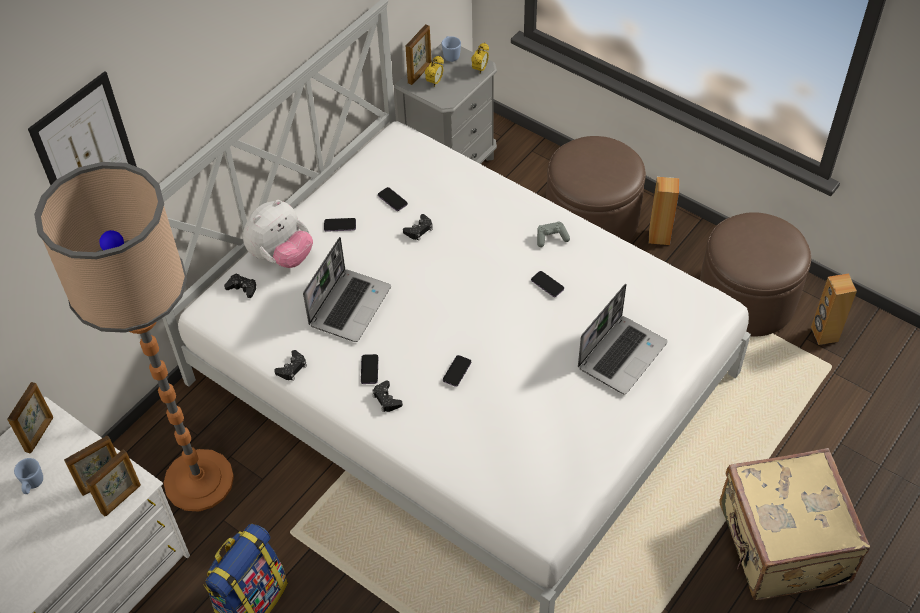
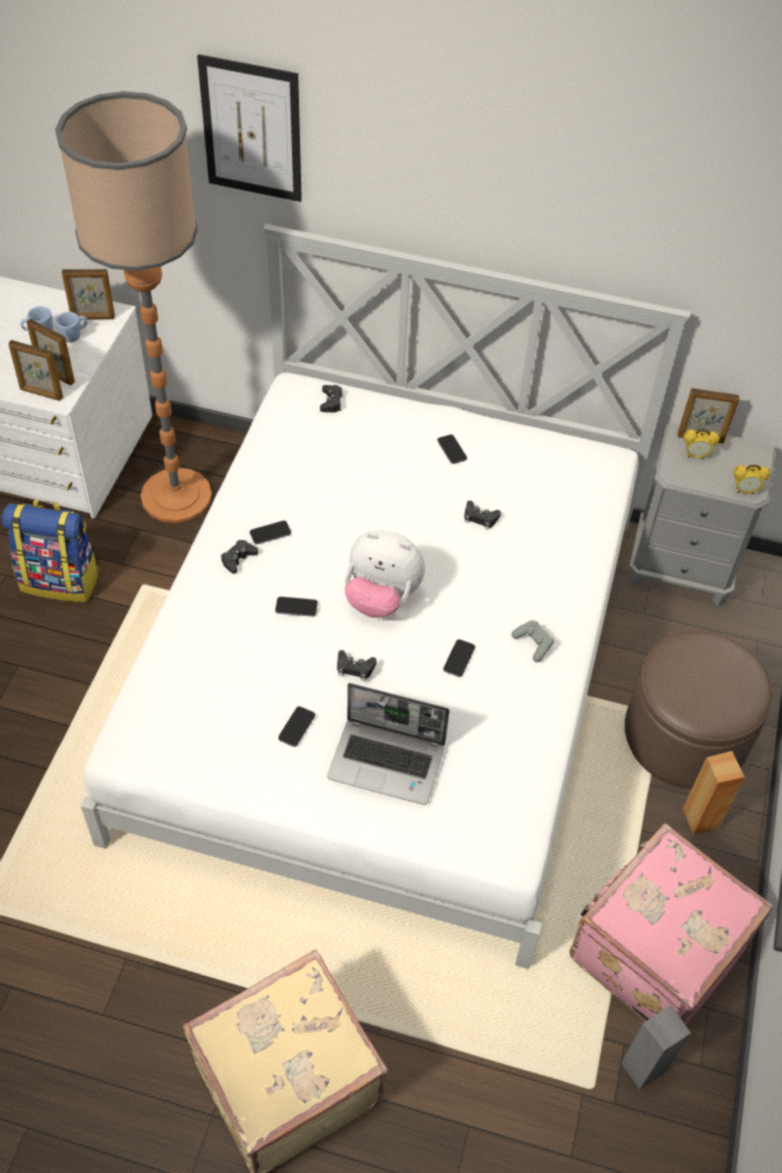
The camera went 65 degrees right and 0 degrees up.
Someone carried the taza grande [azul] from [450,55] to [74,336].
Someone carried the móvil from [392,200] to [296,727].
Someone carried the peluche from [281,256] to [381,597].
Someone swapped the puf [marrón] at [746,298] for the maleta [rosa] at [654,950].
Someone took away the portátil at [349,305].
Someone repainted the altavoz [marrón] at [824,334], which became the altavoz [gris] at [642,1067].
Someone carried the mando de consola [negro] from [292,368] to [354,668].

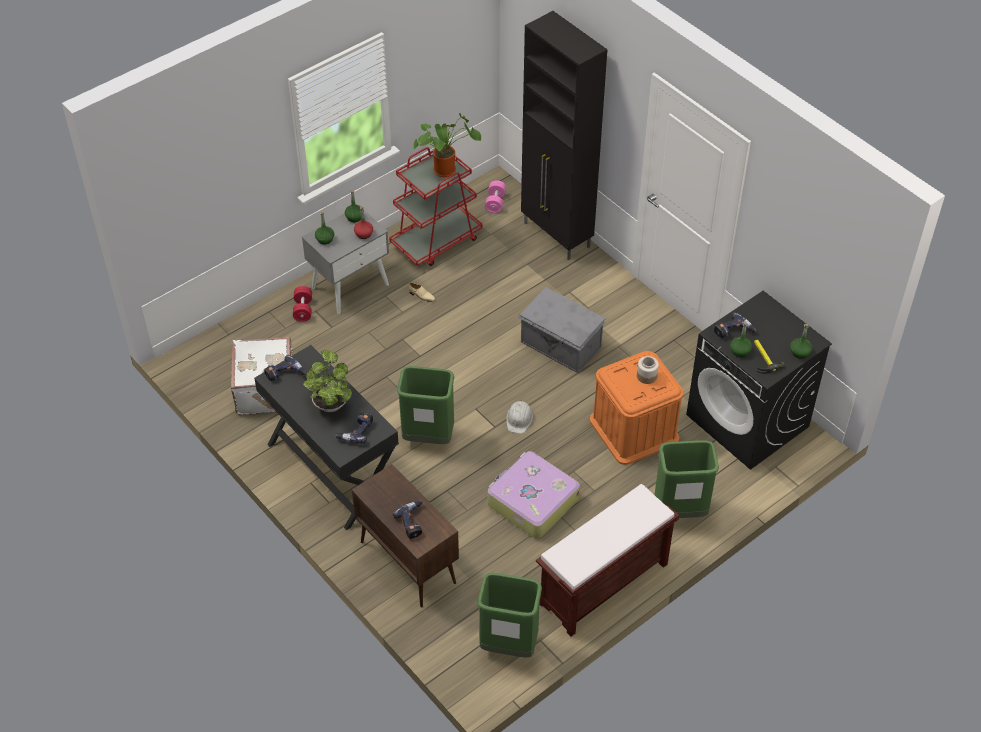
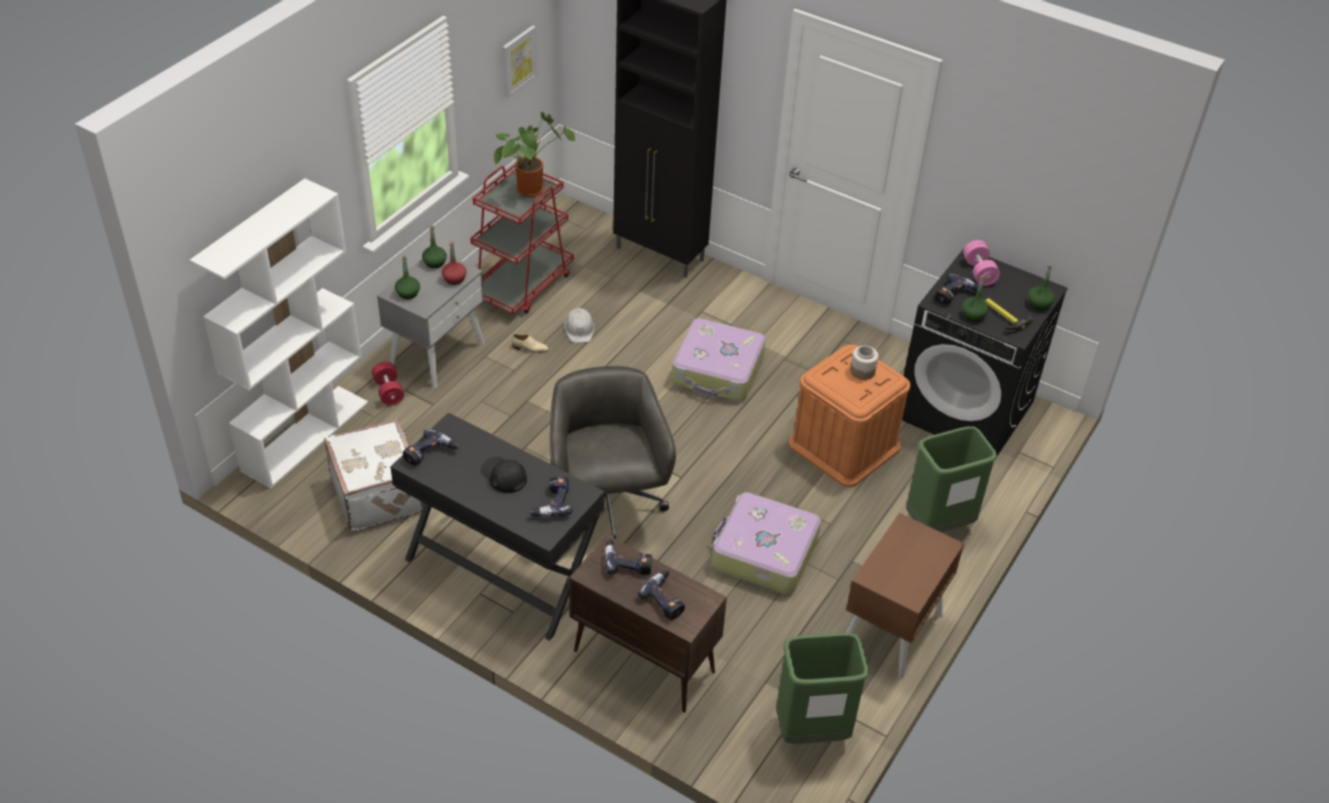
The camera went 20 degrees left and 5 degrees down.
Someone carried the mancuerna [rosa] from [495,203] to [979,272].
Someone swapped the caja de almacenaje [gris] at [560,345] for the maleta at [718,371].
Someone swapped the planta en maceta at [330,402] for the gorra [negro] at [503,475].
Someone swapped the papelera [verde] at [428,437] for the silla de oficina [gris] at [606,506].
Someone carried the casco [blanco] from [519,419] to [579,329].
Someone swapped the banco [marrón] at [603,585] for the mesita de noche [marrón] at [891,631].
Someone put up the cuadro at [518,61].
Someone put down the estantería [blanco] at [305,435].
Someone put down the taladro at [627,562].

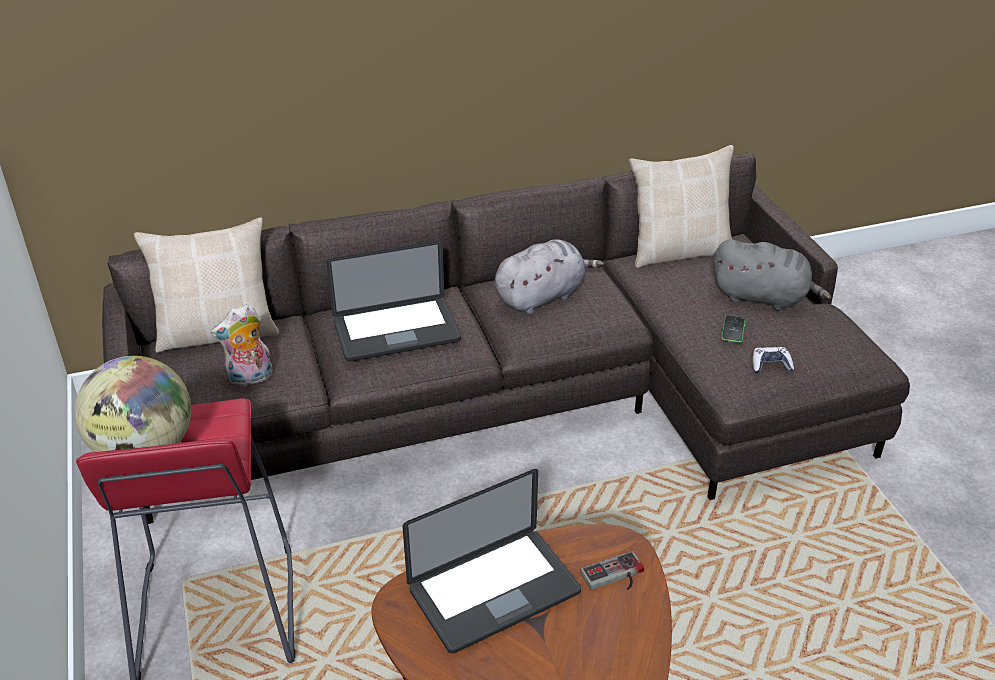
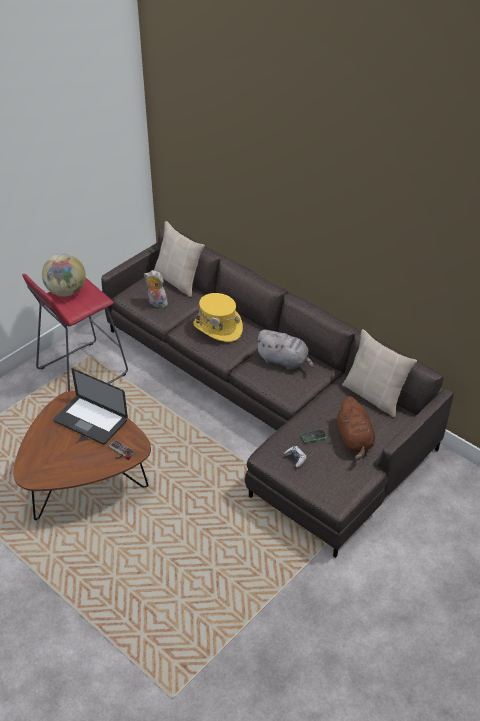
The camera went 60 degrees right and 5 degrees up.
Someone repainted the peluche [gris] at [763,298], which became the peluche [marrón] at [354,440].
Someone swapped the portátil at [396,331] for the sombrero [amarillo] at [218,327].

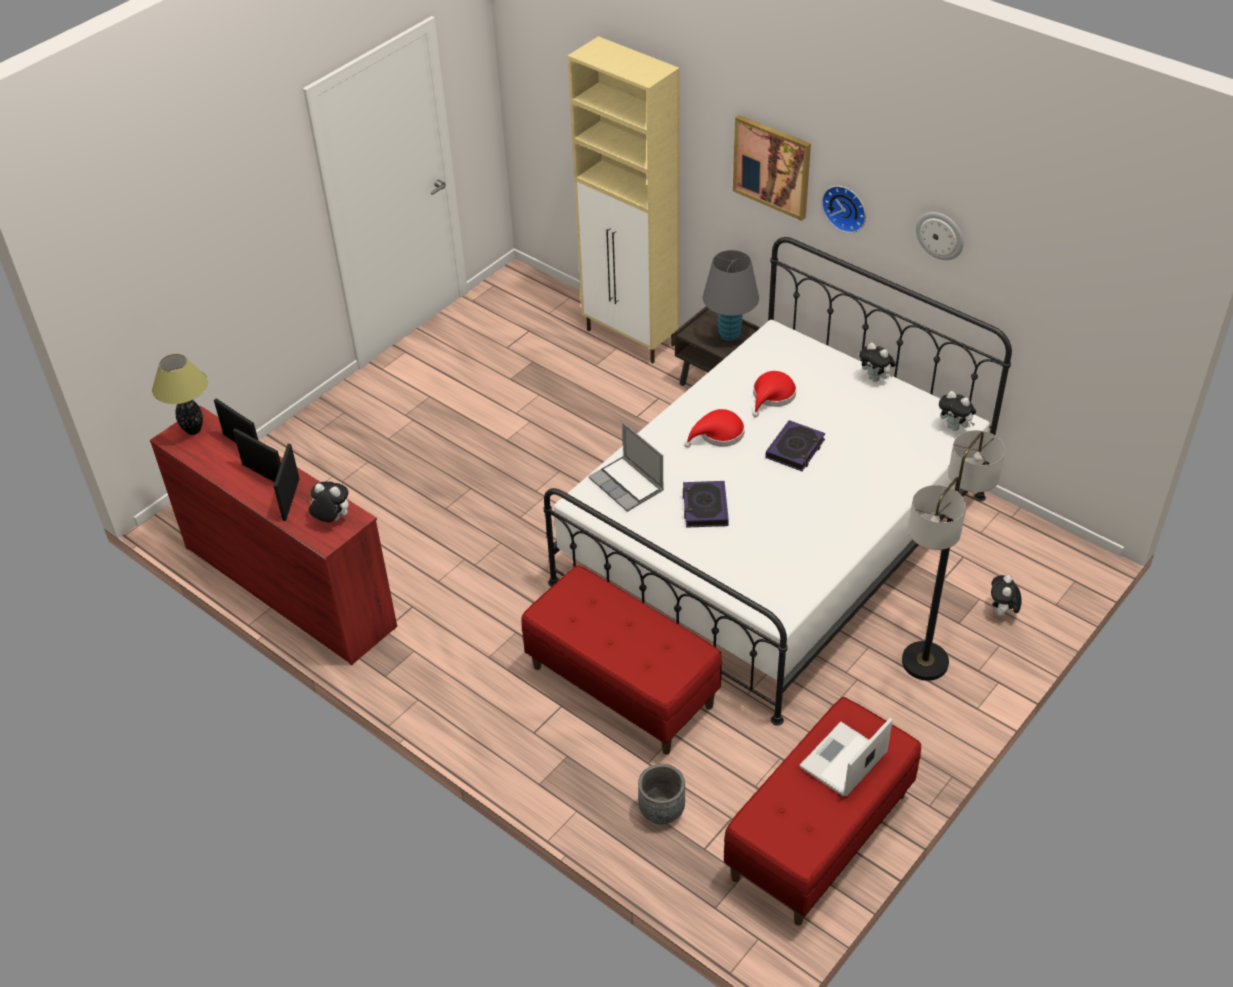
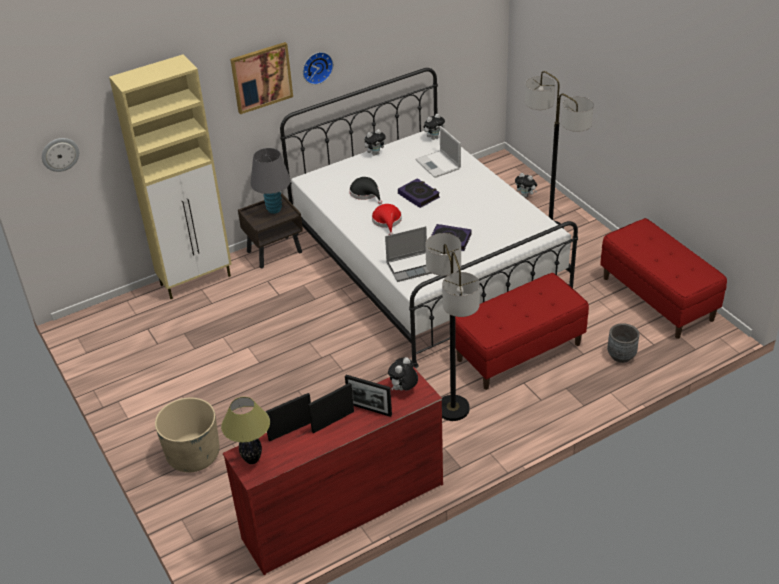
The camera went 70 degrees left and 5 degrees down.
Someone carried the reloj de pared from [940,235] to [60,154].
Someone repainted the sombrero [rojo] at [772,396], which became the sombrero [negro] at [366,193].
Someone carried the portátil from [842,761] to [438,165].
Someone put down the lámpara de pie at [453,408].
Someone put down the maceta [beis] at [193,455].

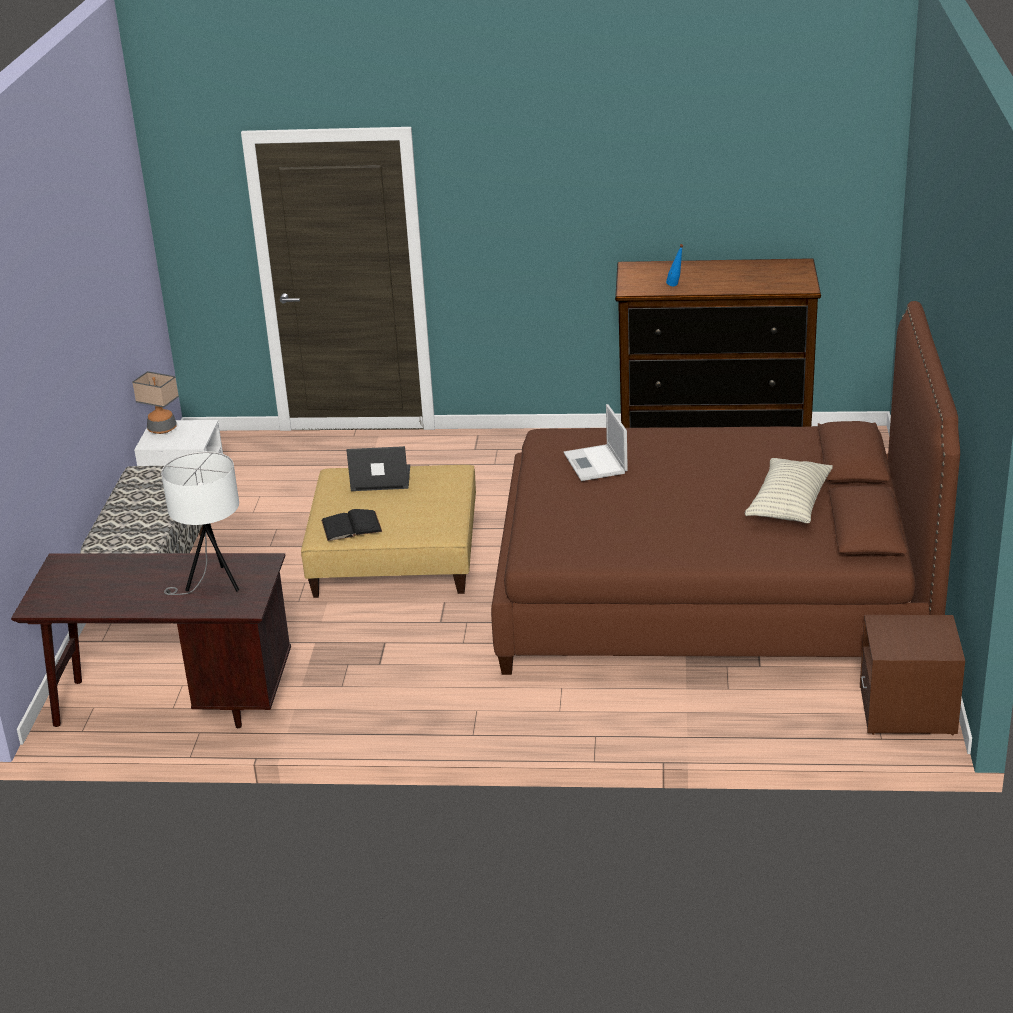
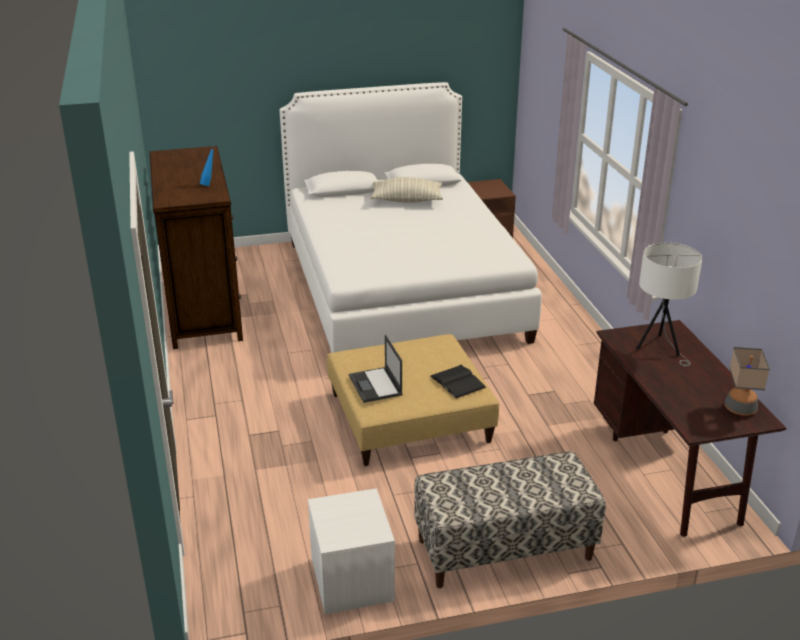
The camera went 110 degrees left and 0 degrees up.
Someone repainted the cama [marrón] at [713,592], which became the cama [blanco] at [401,289].
Someone carried the lámpara de mesa from [162,429] to [740,408].
Someone took away the portátil at [596,464].

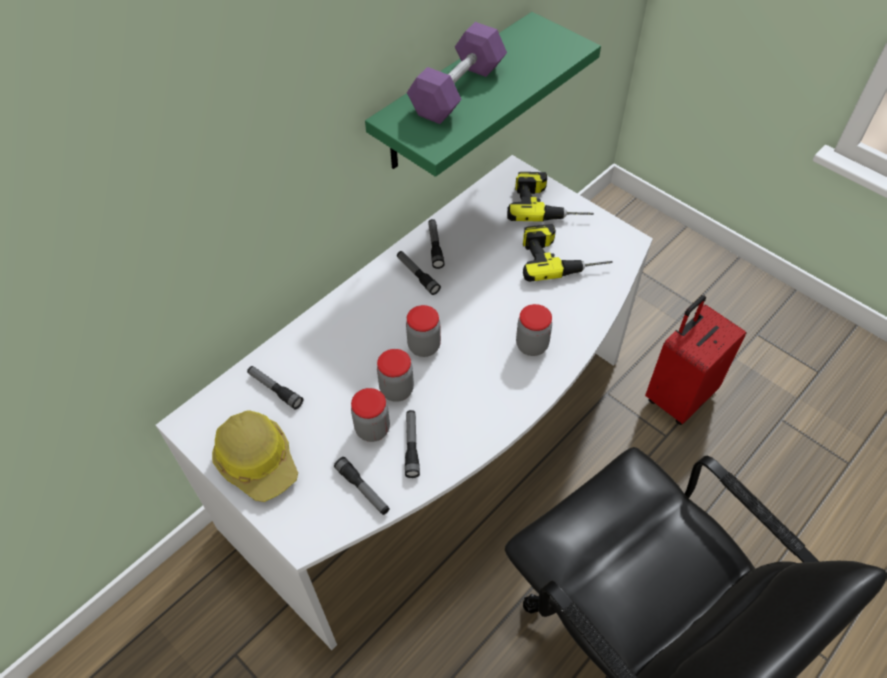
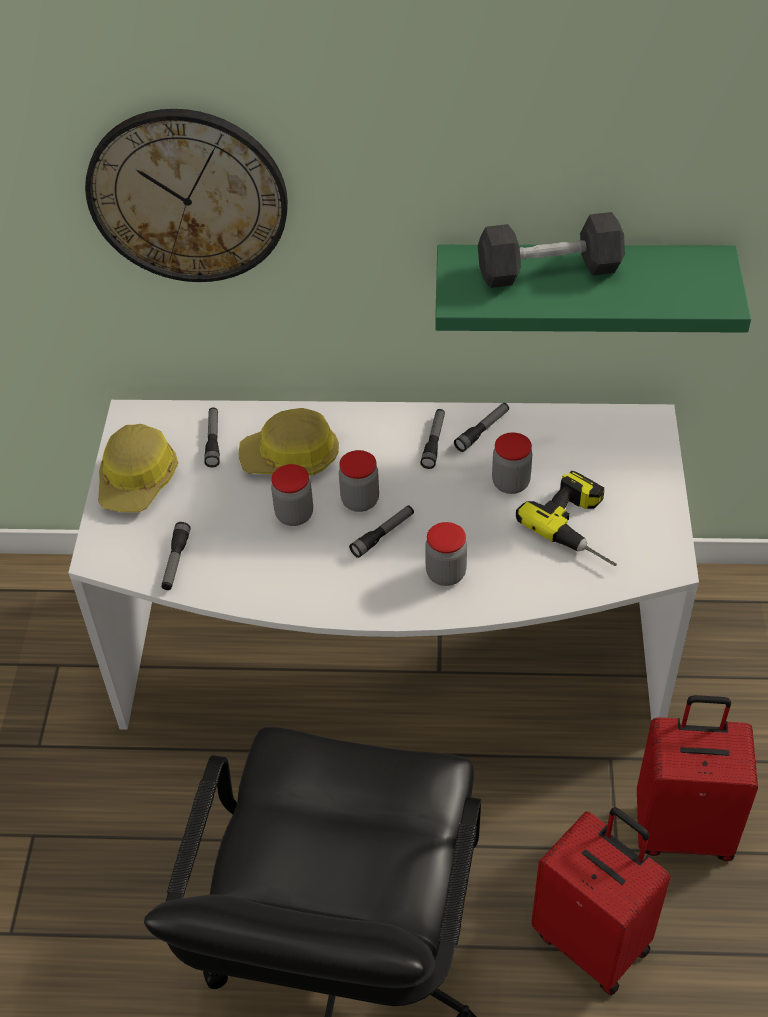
The camera went 50 degrees right and 5 degrees down.
Someone repainted the mancuerna [morado] at [457,90], which became the mancuerna [negro] at [549,270].
Someone took away the taladro at [549,203].
Someone carried the tarro from [372,429] to [510,483].
Someone carried the linterna from [411,446] to [383,535].
Someone put up the reloj de pared at [187,196].
Someone put down the casco at [291,458].
Someone put down the maleta [rojo] at [593,940].

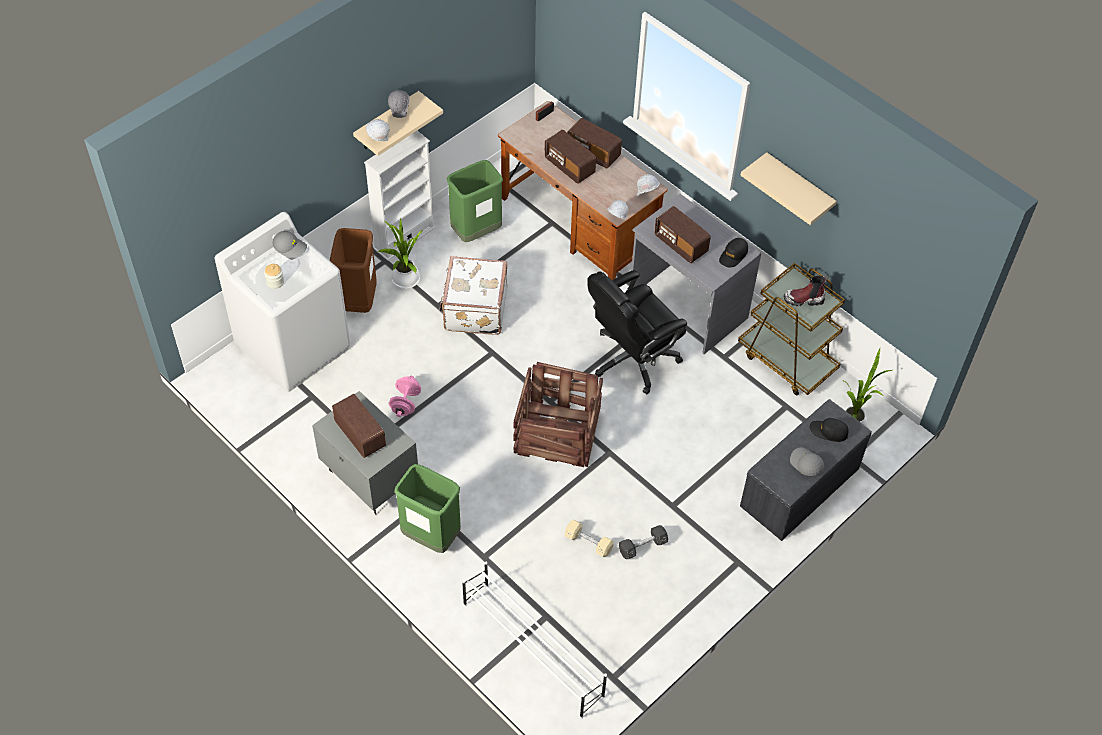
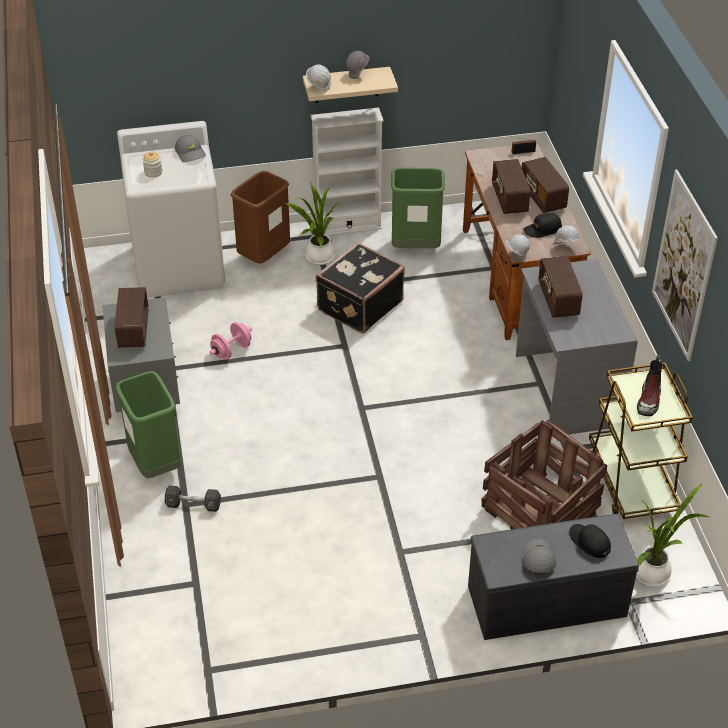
The camera went 35 degrees right and 10 degrees down.
Someone swapped the estante [beis] at [798,187] for the cuadro at [683,266].
Someone carried the gorra [negro] from [733,255] to [542,229].
Someone repainted the maleta [blanco] at [474,310], which became the maleta [negro] at [358,305].
Someone took away the silla de oficina [negro] at [632,359].
Someone rotated the bota at [804,299] by 105 degrees counterclockwise.
Someone carried the caja de embalaje from [556,433] to [539,509].
Someone took away the mancuerna [beis] at [588,542].
Someone carried the mancuerna [negro] from [642,546] to [193,505].
Someone took away the zapatero [blanco] at [532,649].

